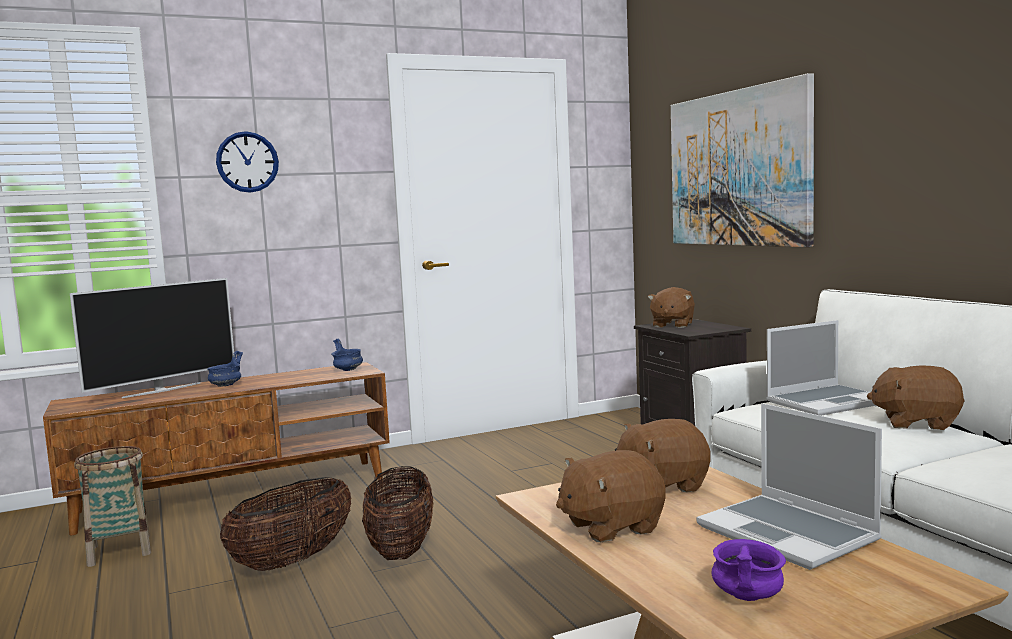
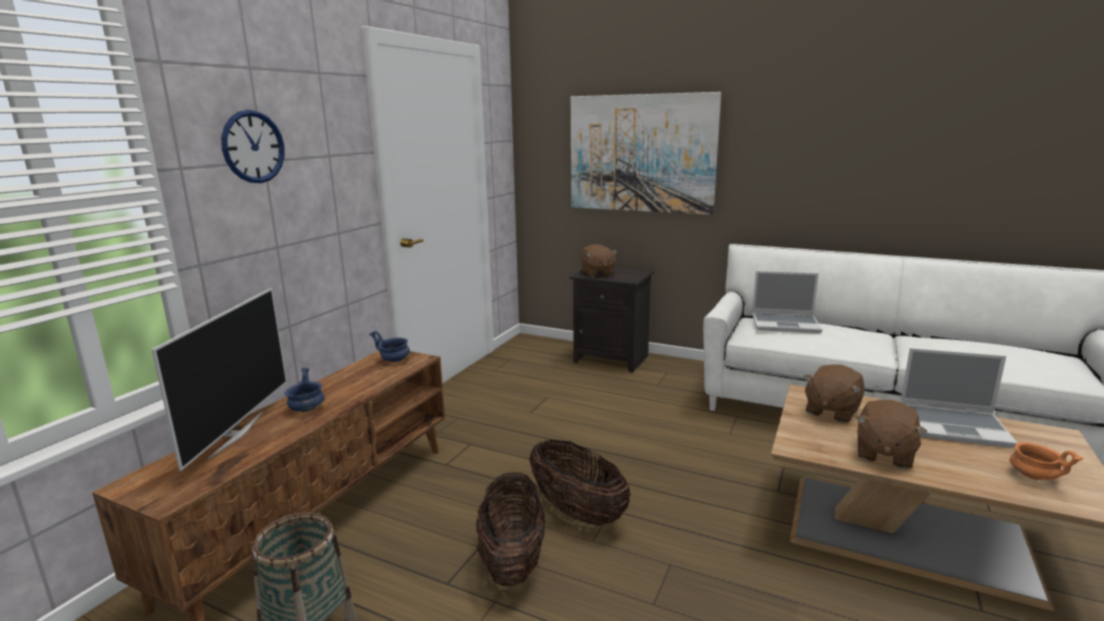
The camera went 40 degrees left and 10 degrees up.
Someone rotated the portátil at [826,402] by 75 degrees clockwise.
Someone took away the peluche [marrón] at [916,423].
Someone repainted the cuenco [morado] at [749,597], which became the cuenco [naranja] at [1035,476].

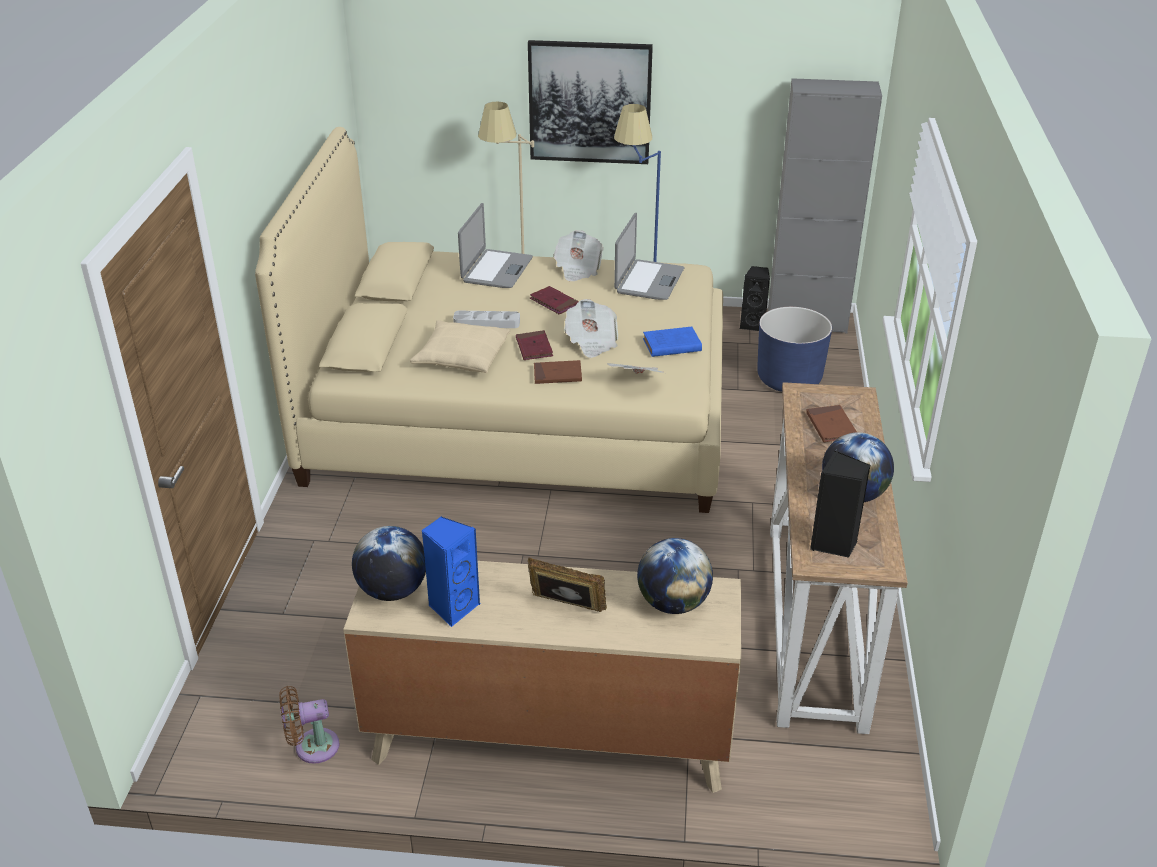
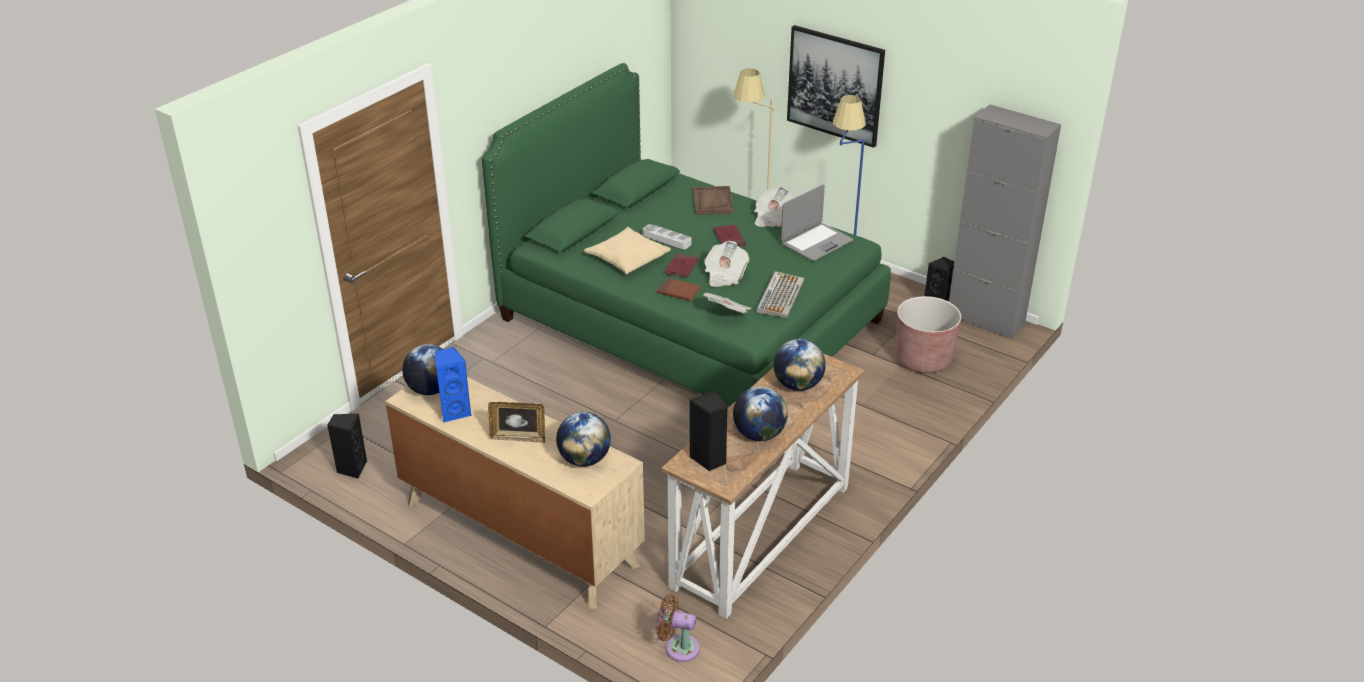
The camera went 30 degrees right and 0 degrees up.
Someone repainted the cama [beis] at [519,416], which became the cama [verde] at [689,320].
Someone swapped the portátil at [496,270] for the bandeja [marrón] at [712,202].
Someone repainted the maceta [azul] at [789,379], which became the maceta [marrón] at [923,359].
Someone swapped the libro [azul] at [670,345] for the teclado at [780,296].
Someone swapped the libro [marrón] at [831,426] for the globo terráqueo at [798,385].
Someone rotated the portarretratos at [566,608] by 135 degrees clockwise.
Someone carried the ventilador [marrón] from [312,747] to [678,647].
Someone put down the altavoz [negro] at [351,468].

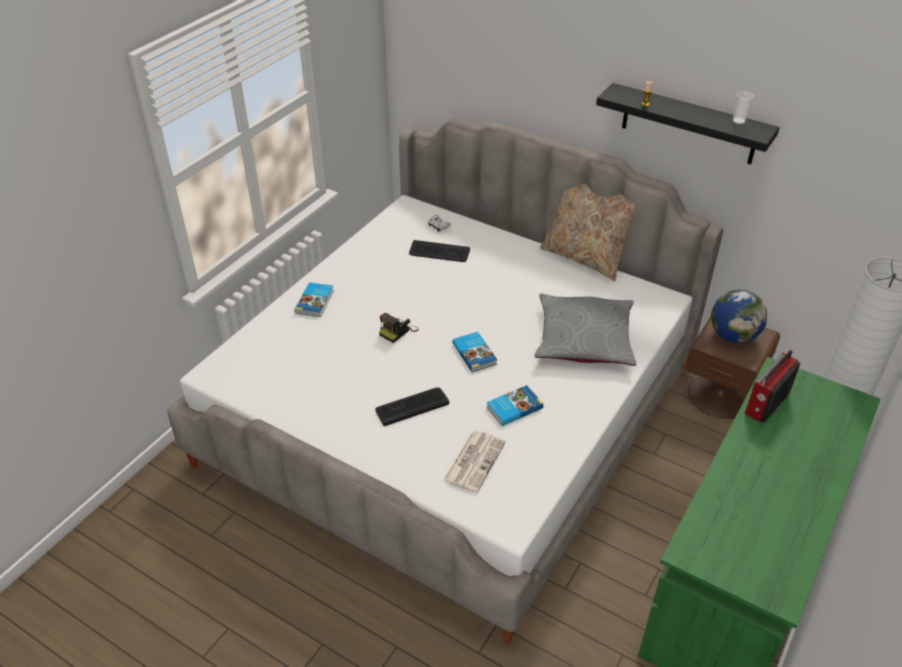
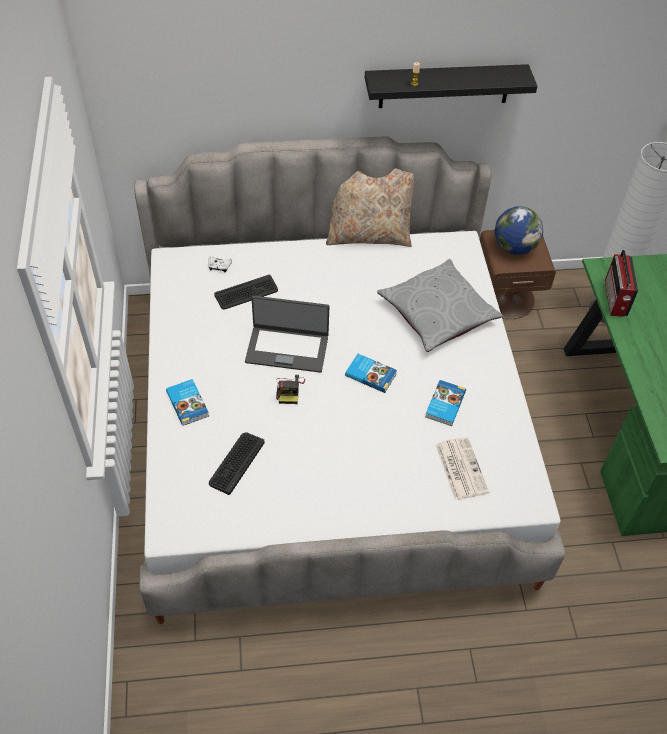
The camera went 40 degrees left and 10 degrees up.
Someone took away the taza at [738,121].
Someone carried the teclado from [412,406] to [236,463].
Someone put down the portátil at [287,348].

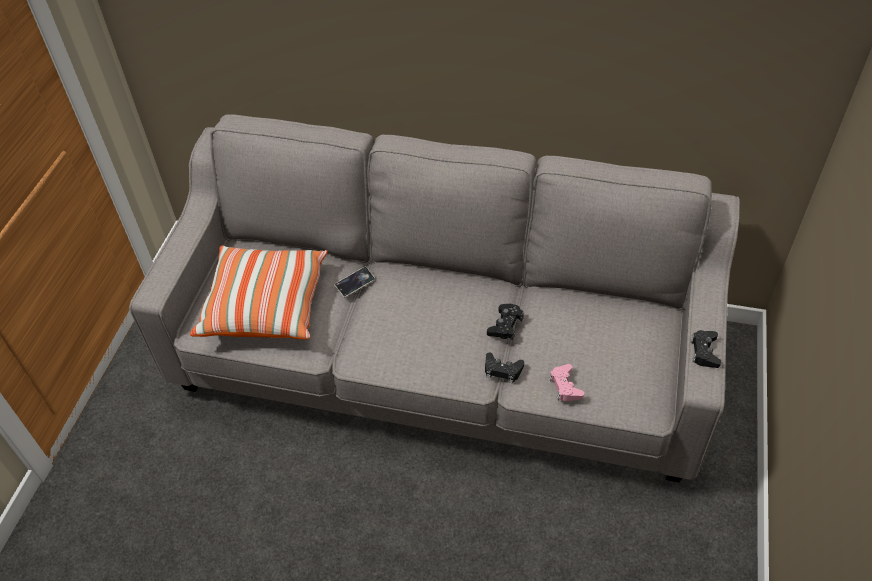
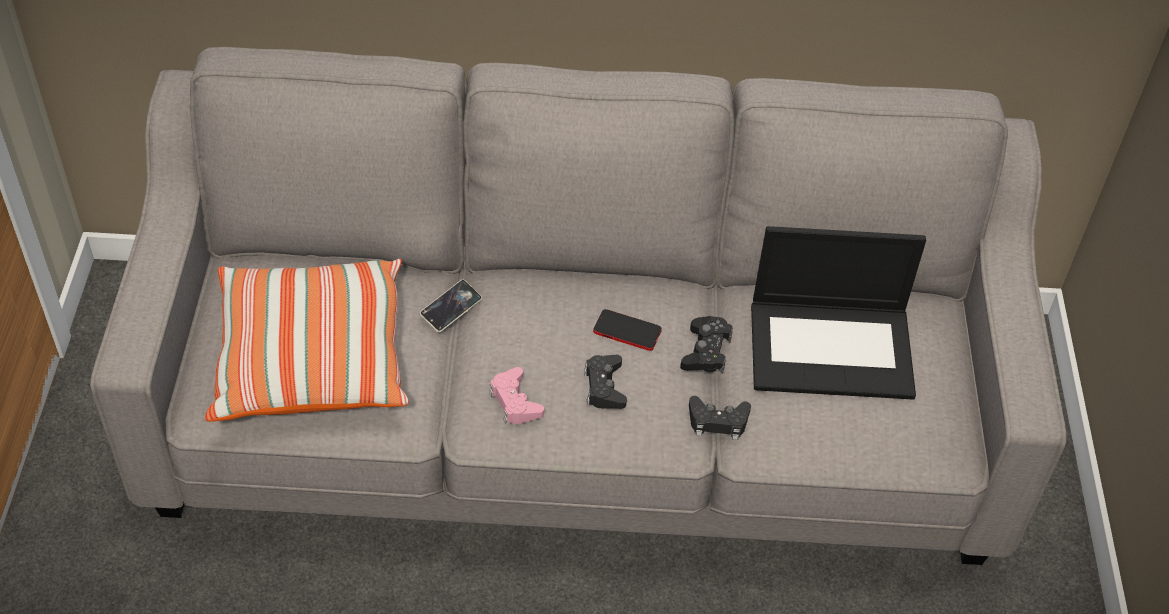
The camera went 15 degrees left and 0 degrees up.
Someone carried the mando de consola [negro] from [704,352] to [604,387].
Someone carried the mando de consola [rosa] from [565,386] to [515,402].
Someone put down the portátil at [832,348].
Someone put down the móvil at [627,331].

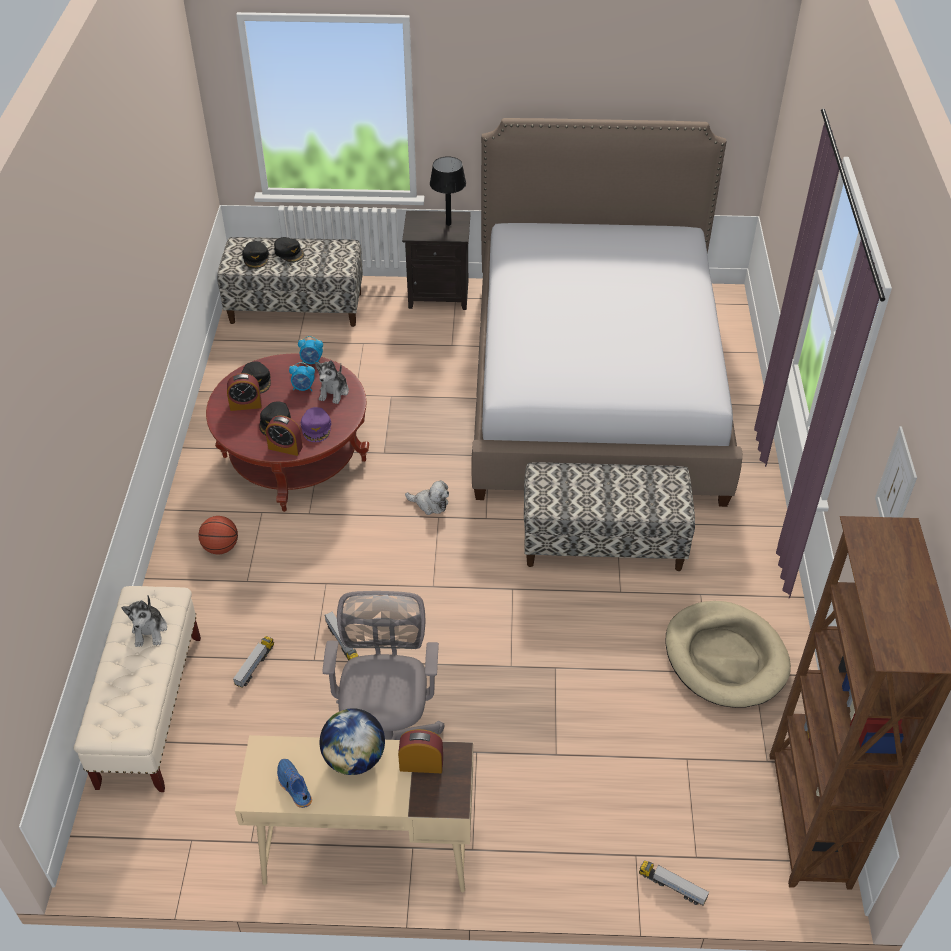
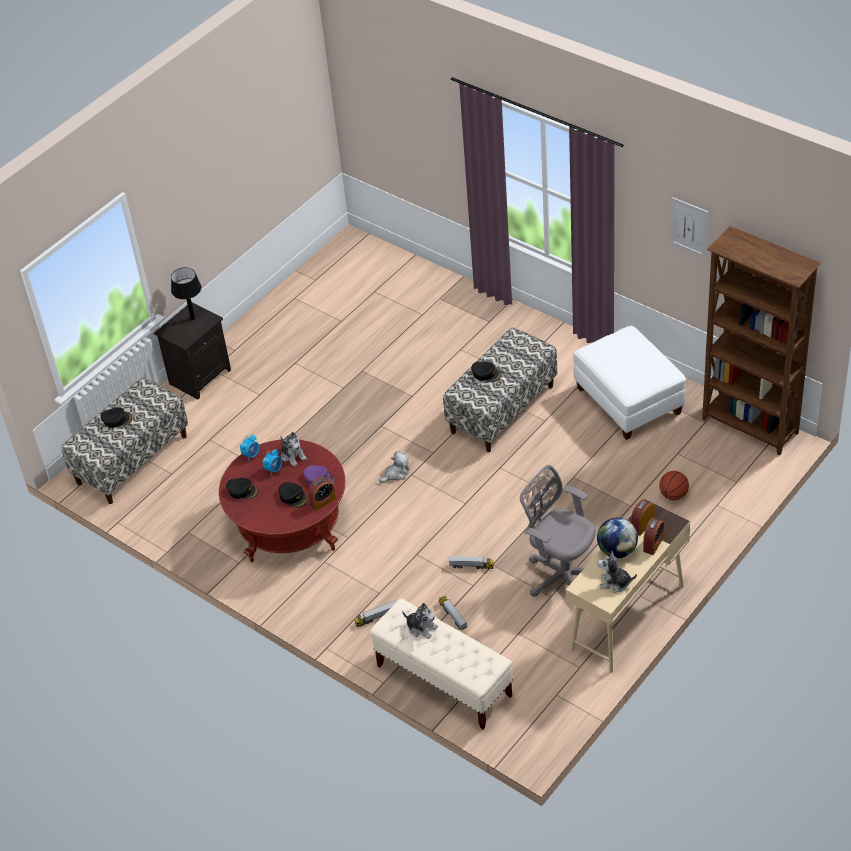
The camera went 50 degrees left and 0 degrees up.
Someone took away the cama at [595,384].
Someone carried the gorra [negro] from [256,258] to [486,374].
Someone carried the despertador from [245,405] to [653,544].
Someone carried the balón de baloncesto from [221,547] to [673,495].
Someone swapped the cama para perro [beis] at [725,657] for the puf [blanco] at [628,401].
Someone swapped the zapato [azul] at [293,787] for the peluche at [615,583].
Someone carried the camión de juguete from [672,886] to [376,617].

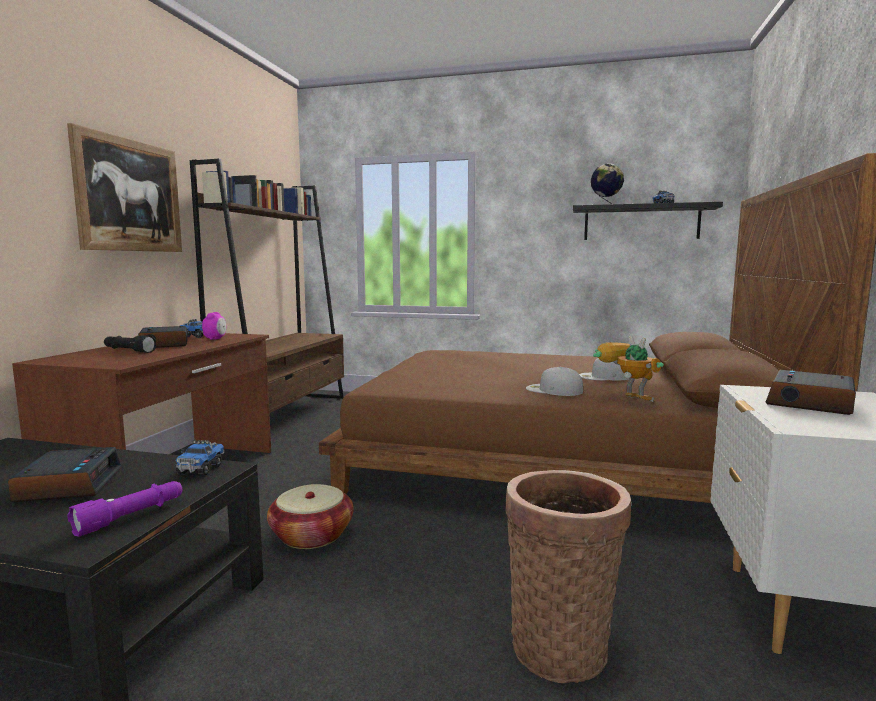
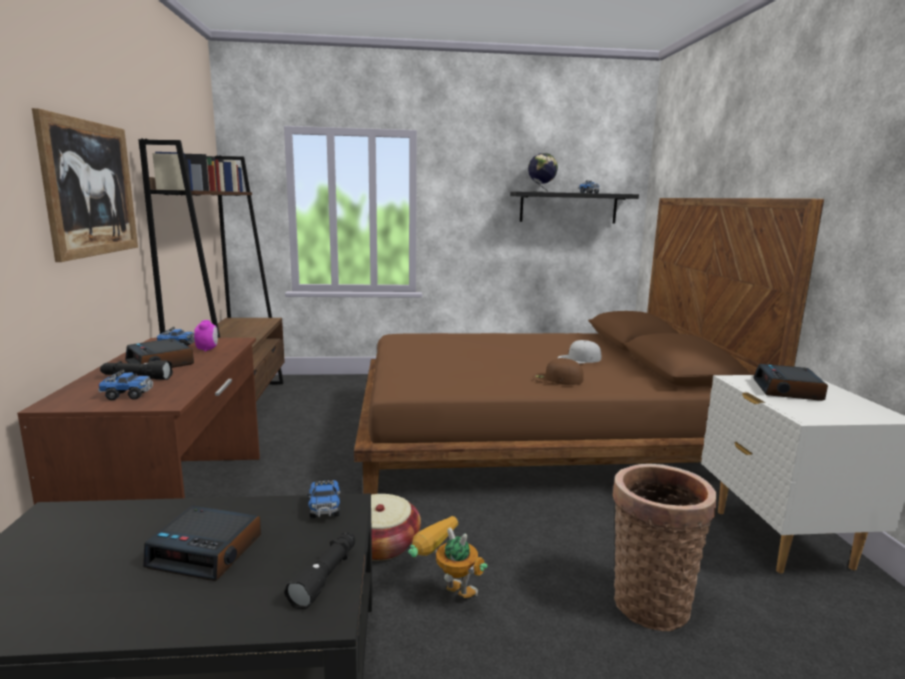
The camera went 20 degrees left and 5 degrees up.
Someone carried the robot de juguete from [625,399] to [446,592].
Someone repainted the gorra [blanco] at [553,390], which became the gorra [marrón] at [557,379].
Someone rotated the despertador at [69,484] by 135 degrees clockwise.
Someone repainted the linterna [morado] at [131,517], which became the linterna [negro] at [326,576].
Someone put down the camión de juguete at [127,395].

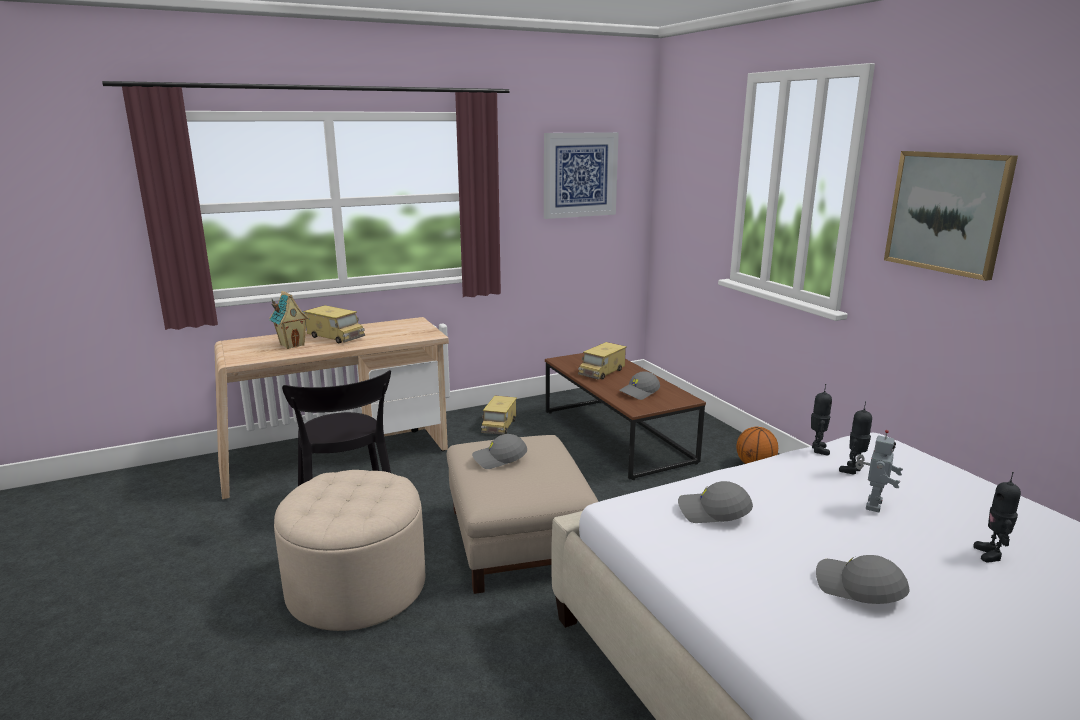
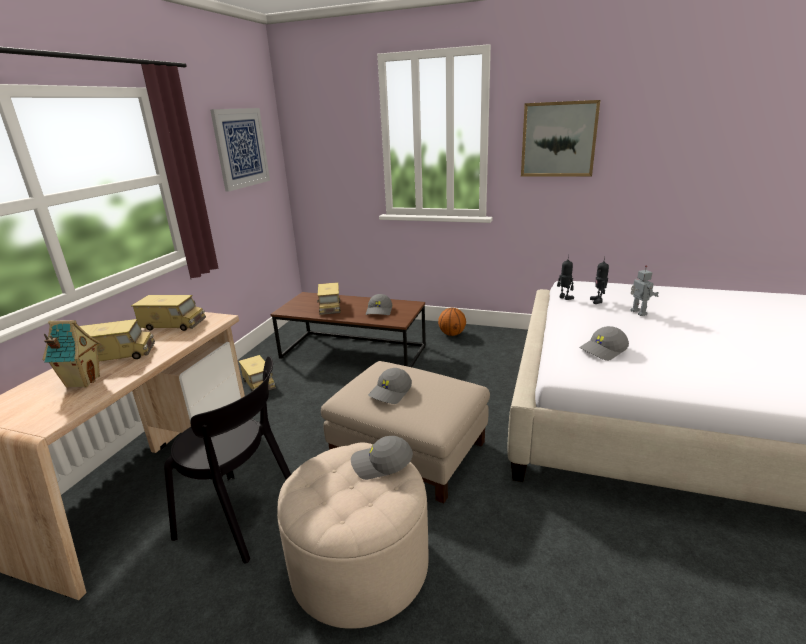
The camera went 45 degrees left and 5 degrees up.
Someone took away the robot de juguete at [991,554].
Someone carried the gorra [gris] from [858,589] to [381,464].
Someone put down the camión de juguete at [173,324].

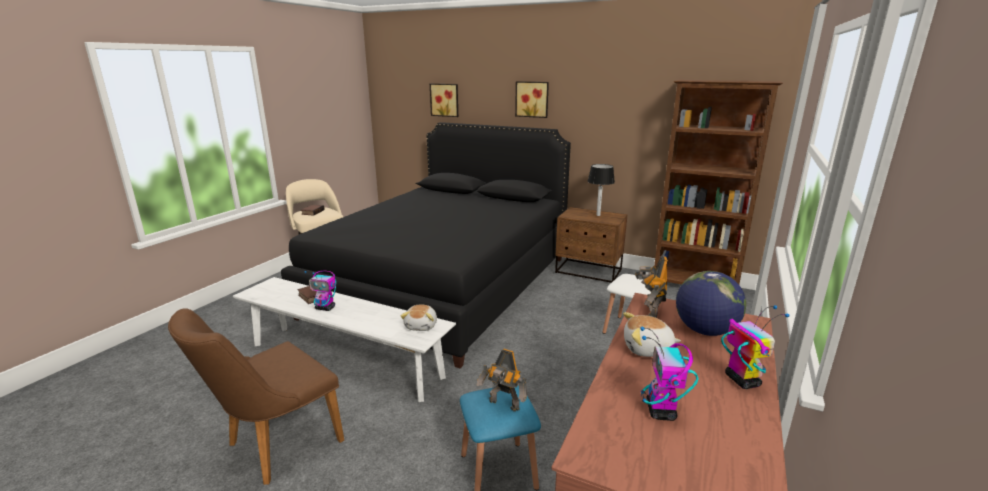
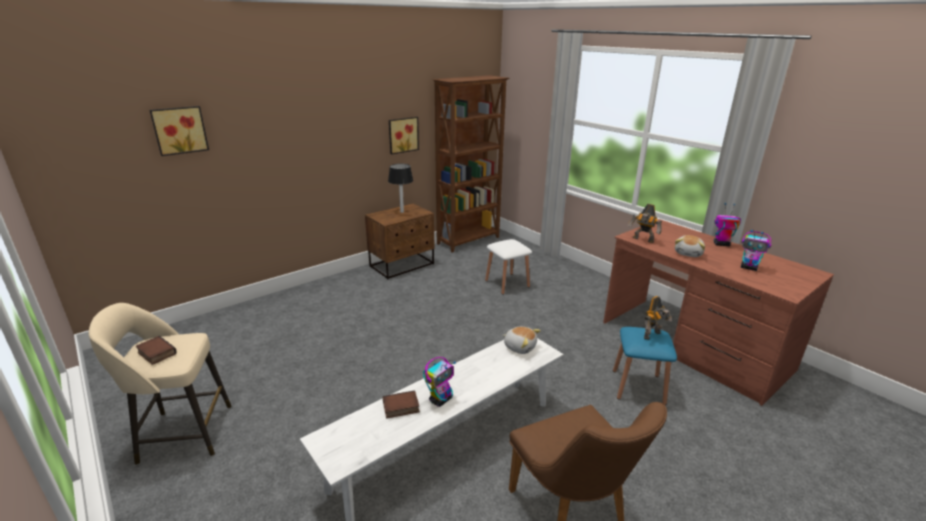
The camera went 65 degrees left and 5 degrees up.
Someone carried the cuadro from [532,99] to [403,135].
Someone took away the cama [negro] at [444,285].
Someone took away the globo terráqueo at [705,331].

